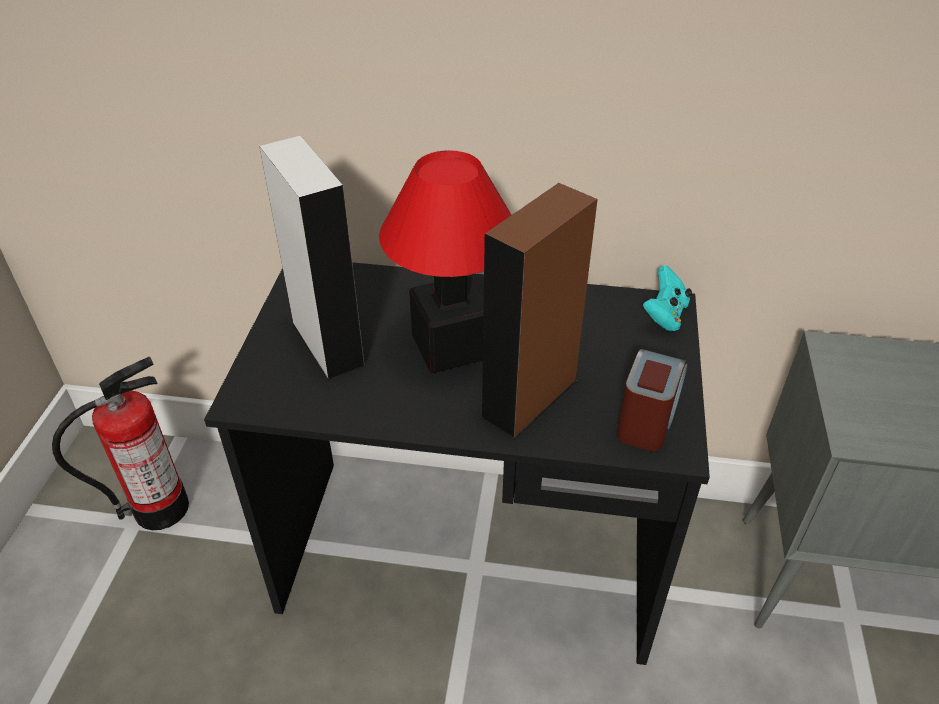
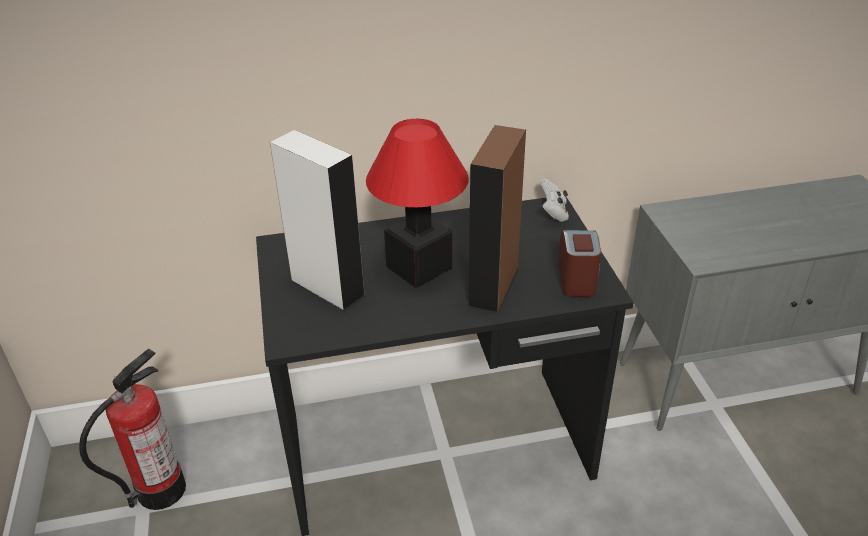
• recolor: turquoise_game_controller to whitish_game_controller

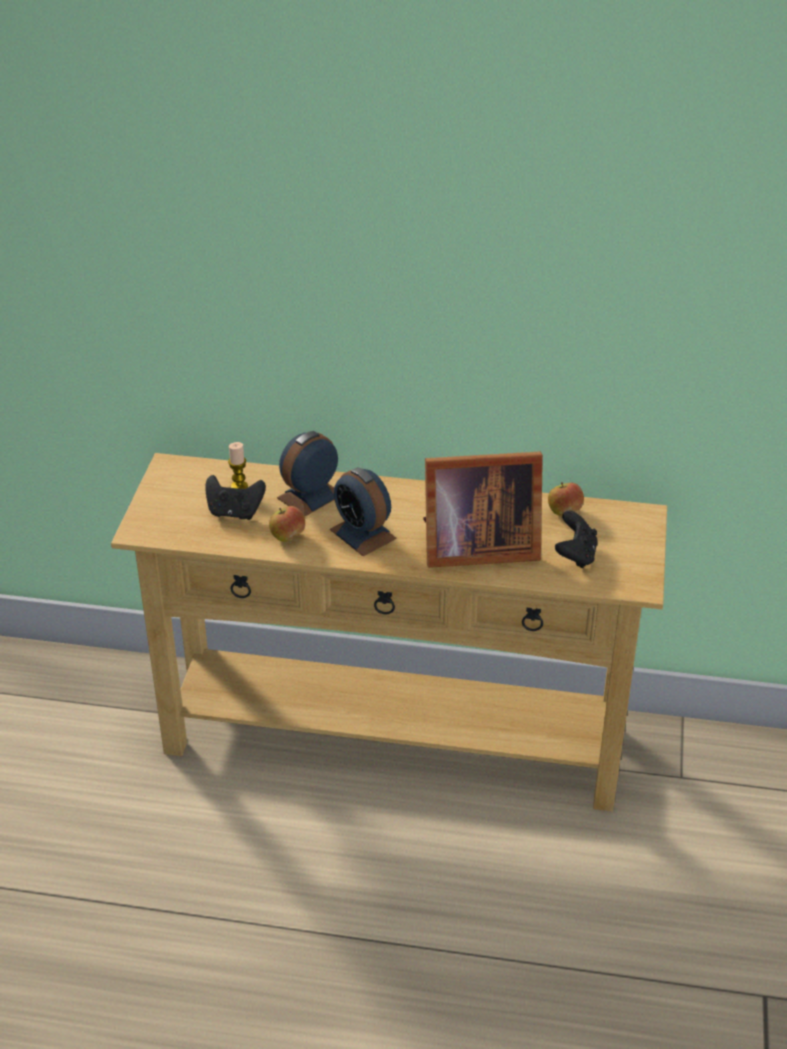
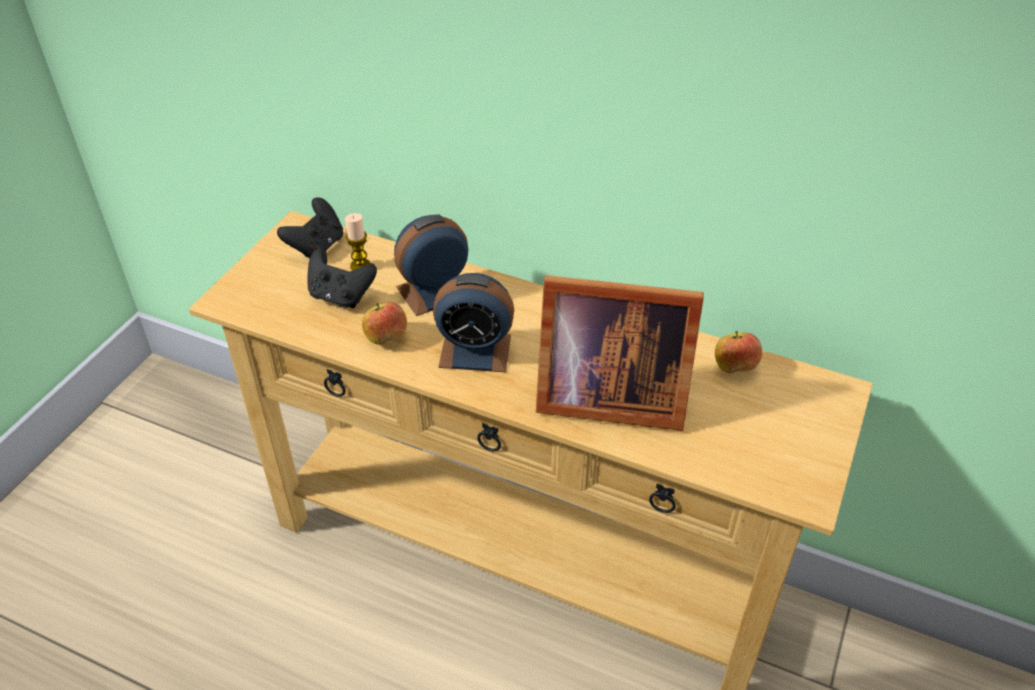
• rotate: alarm_clock (2nd from left) 60 degrees counterclockwise
• move: black-coloured_game_controller (2nd from left in the first image) to black-coloured_game_controller (1st from left)

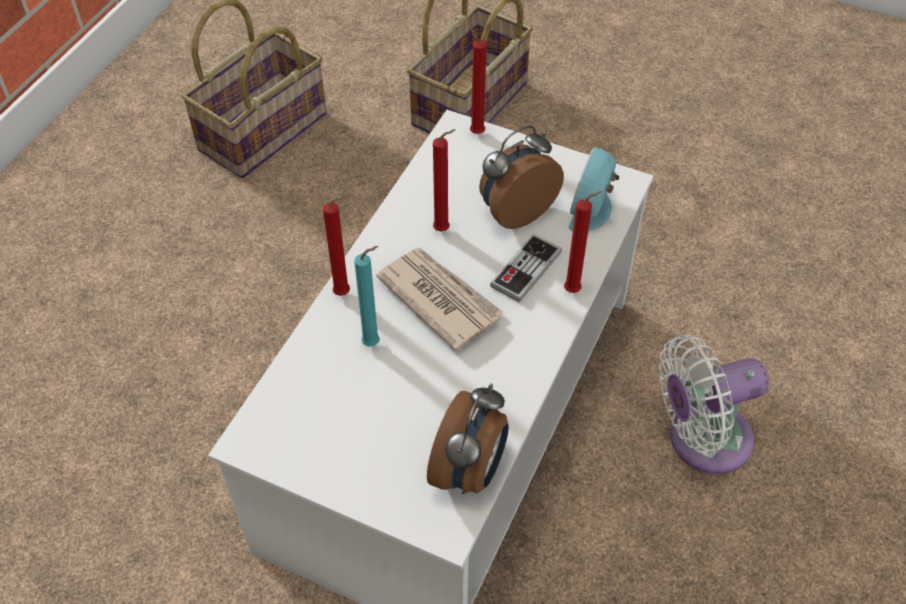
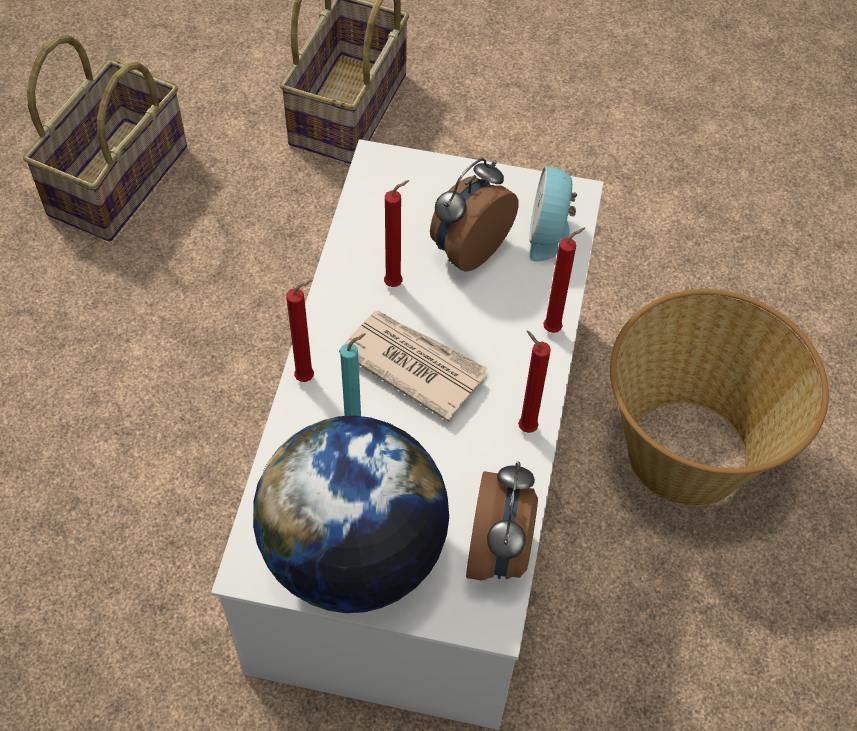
• move: red-coloured_wax_light (3rd from left)
• delete: game_controller
• replace: whitish_electric_fan to storage_basket (3rd from left)
• insert: world_globe

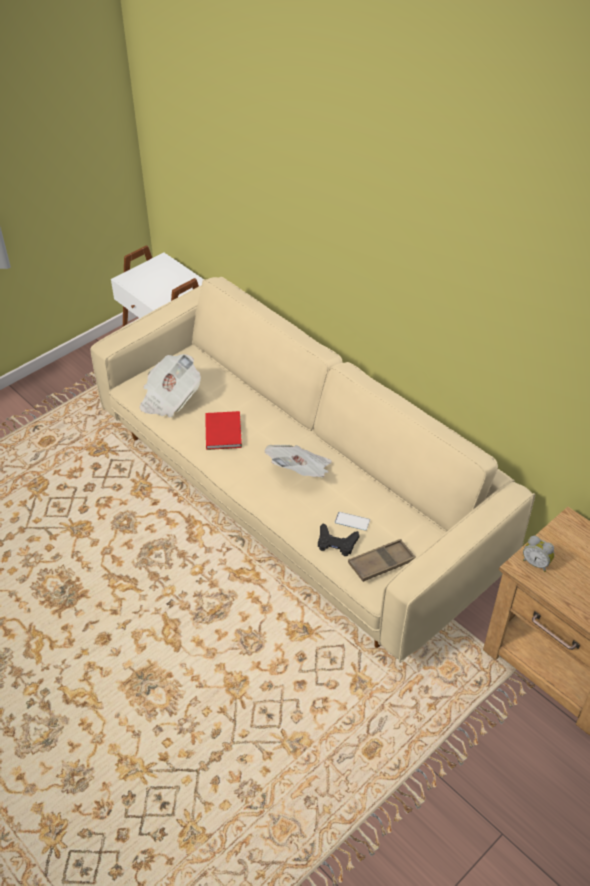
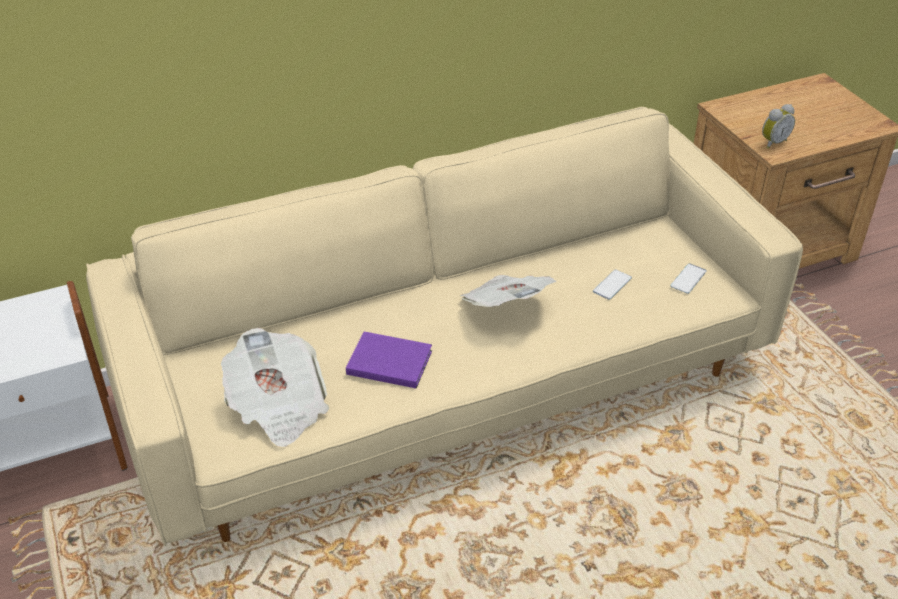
• recolor: red-coloured_bound_book to purple-coloured_bound_book
• delete: black-coloured_game_controller
• replace: brown_tray to telephone (2nd from left)

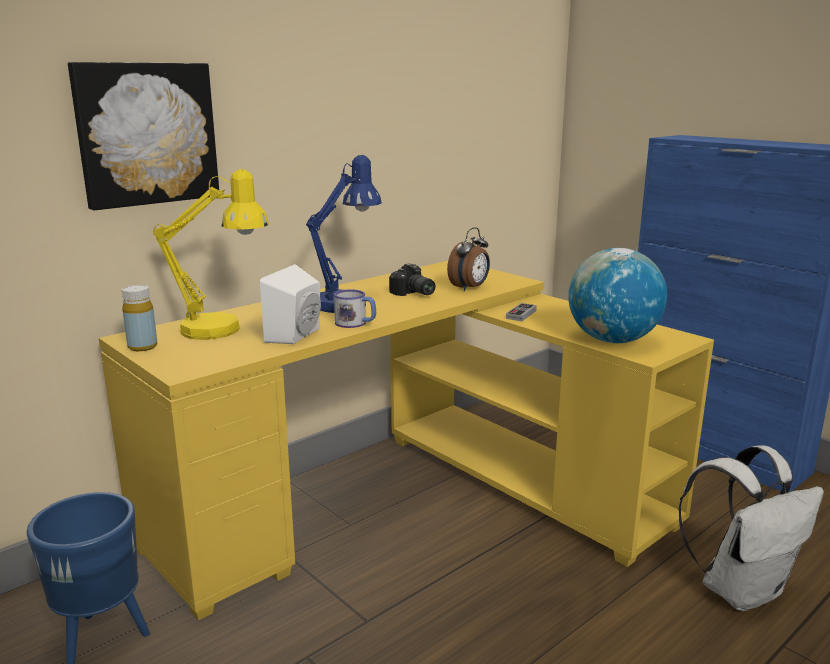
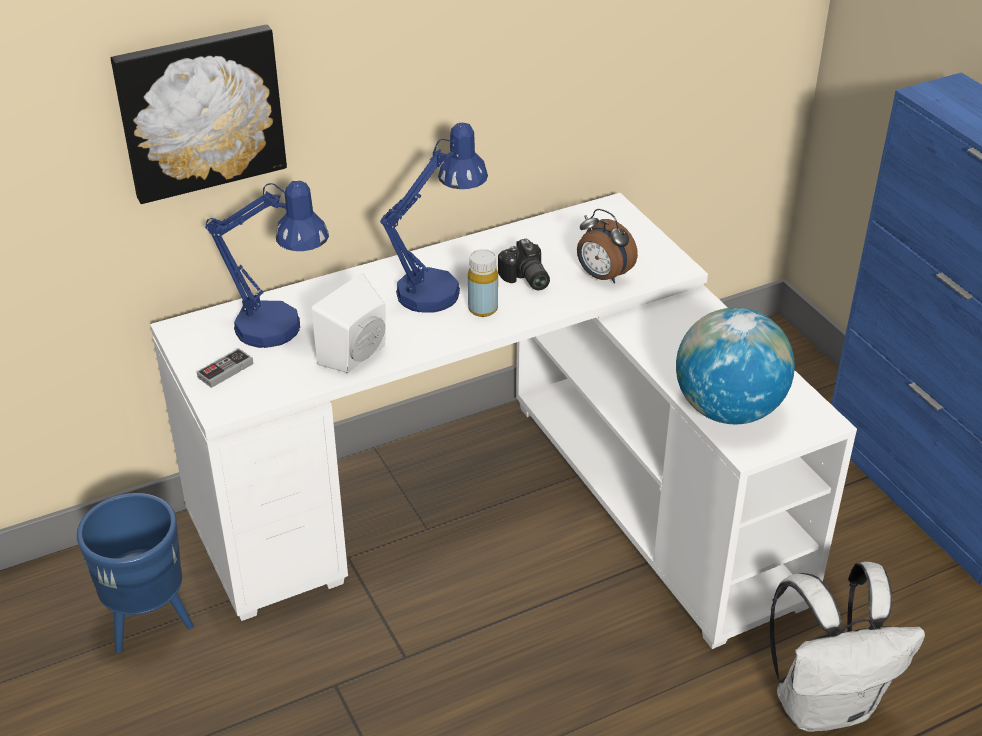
• recolor: yellowish_desk_table to whitish_desk_table
• move: yellowish_beverage_bottle
• recolor: yellowish_table_lamp to bluish_table_lamp (1st from left)
• delete: tea_mug
• rotate: alarm_clock 75 degrees clockwise
• move: game_controller

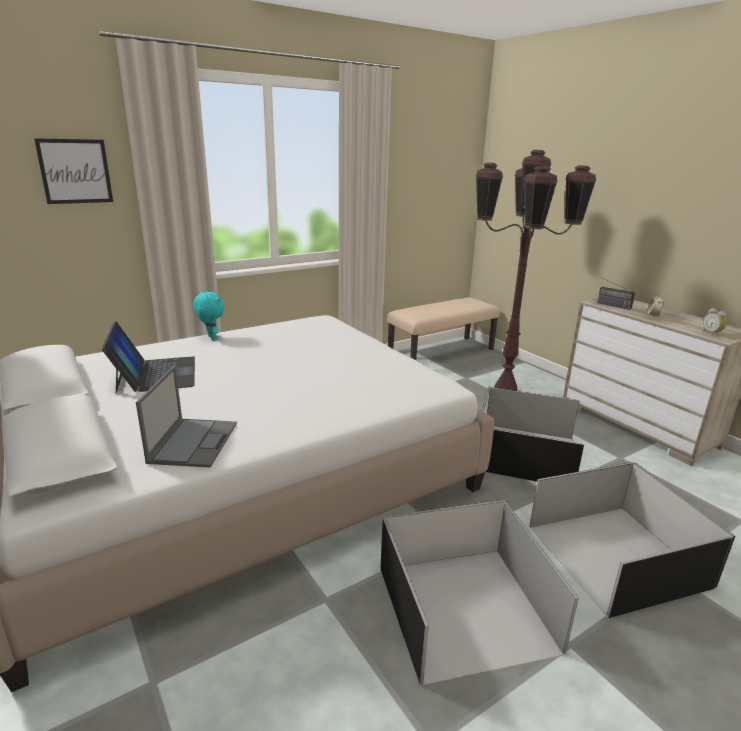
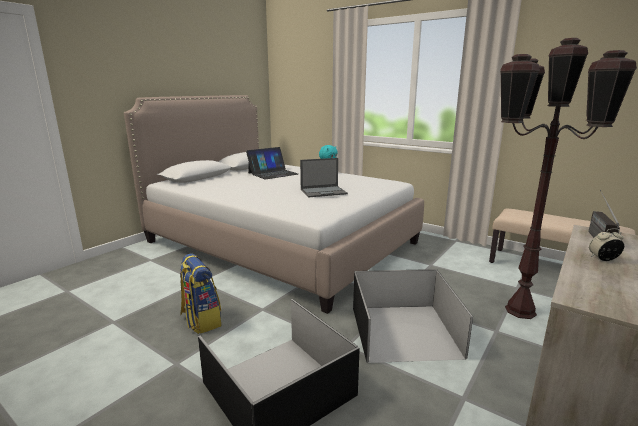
• delete: wall_picture
• move: portable_computer (2nd from left)
• replace: black-coloured_storage_bin (1st from left) to knapsack
• delete: alarm_clock (2nd from left)

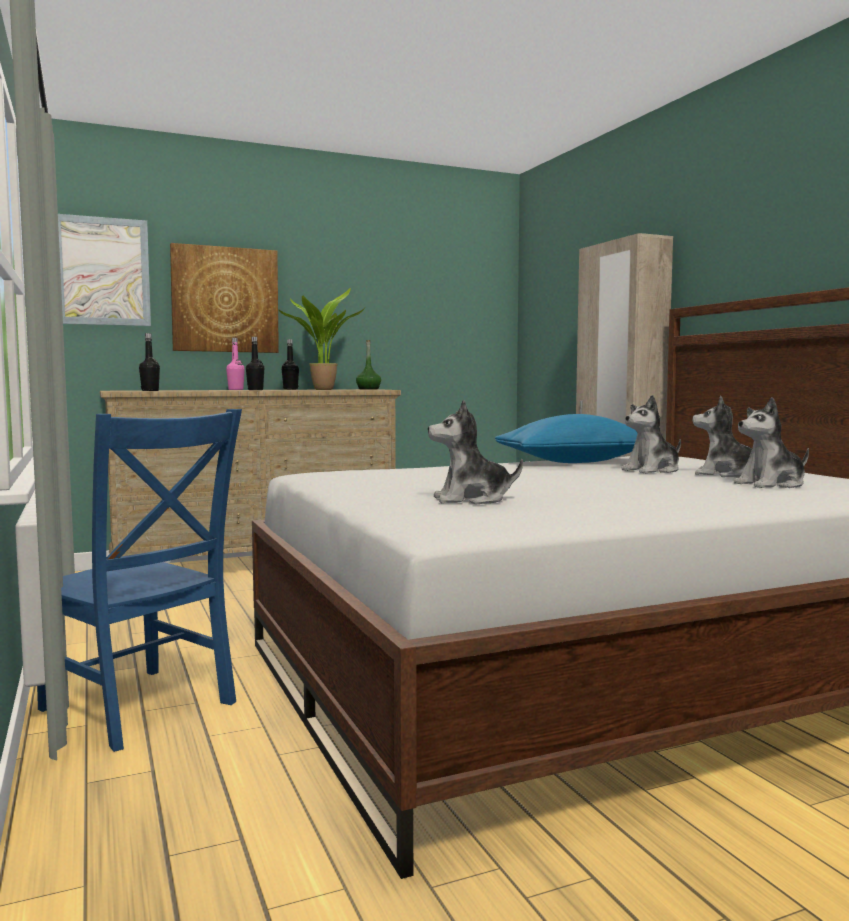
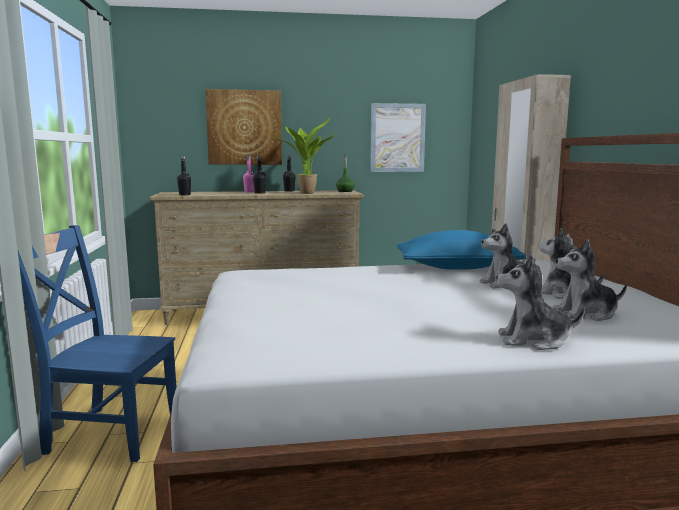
• rotate: bluish_chair 135 degrees clockwise
• move: wall_picture (1st from left in the first image) to wall_picture (2nd from left)
• move: soft_toy (1st from left in the first image) to soft_toy (2nd from left)

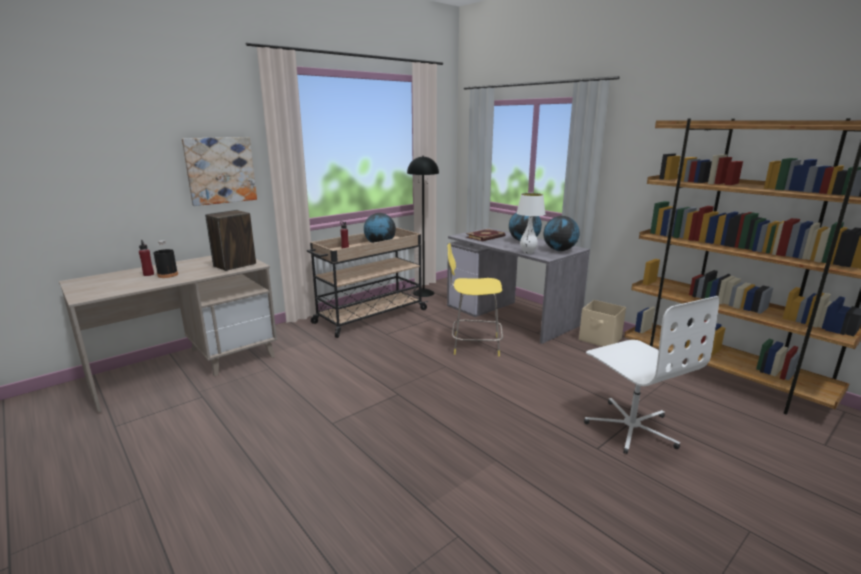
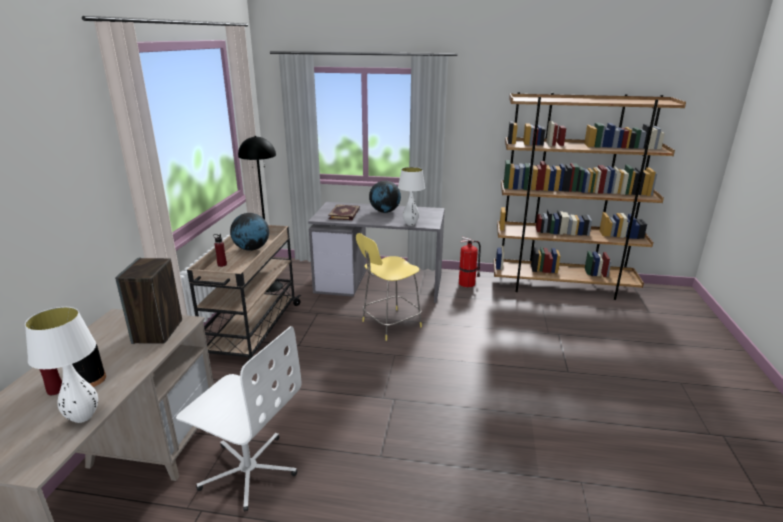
• delete: wall_picture
• delete: world_globe (3rd from left)
• replace: beige-coloured_storage_bin to extinguisher
• move: whitish_office_chair
• insert: whitish_table_lamp (1st from left)

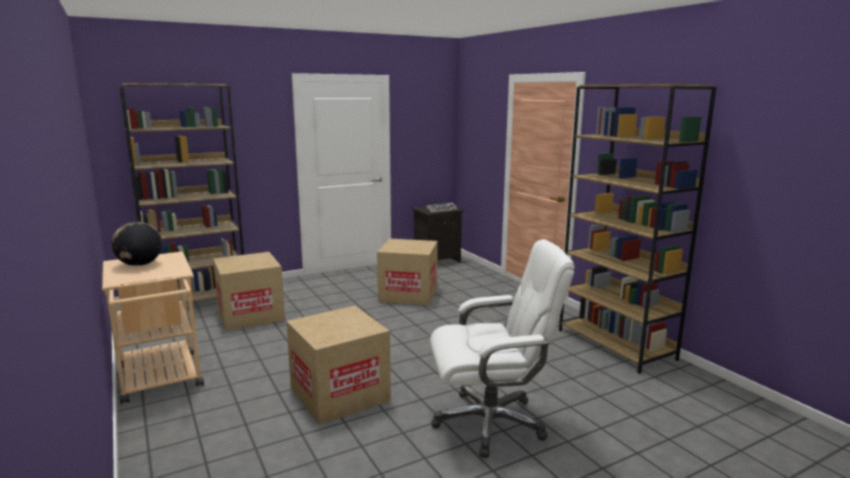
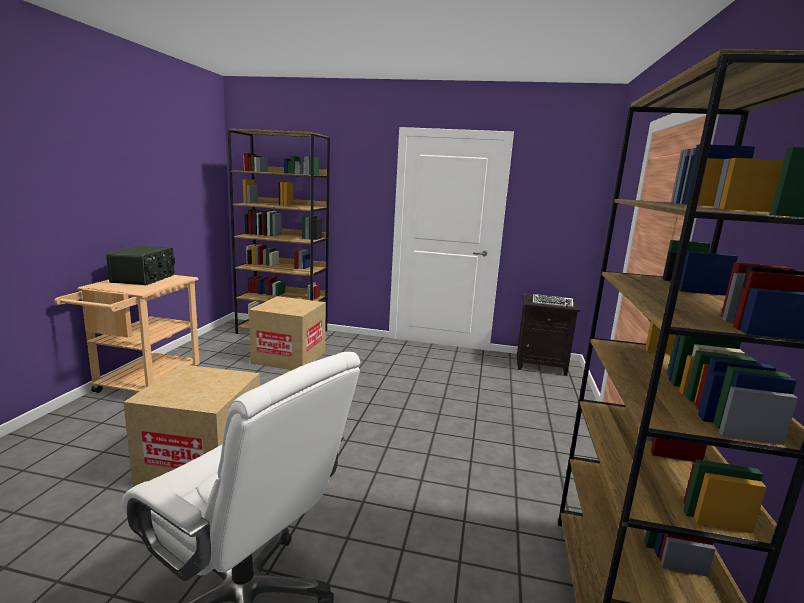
• replace: world_globe to radio
• delete: packing_box (3rd from left)

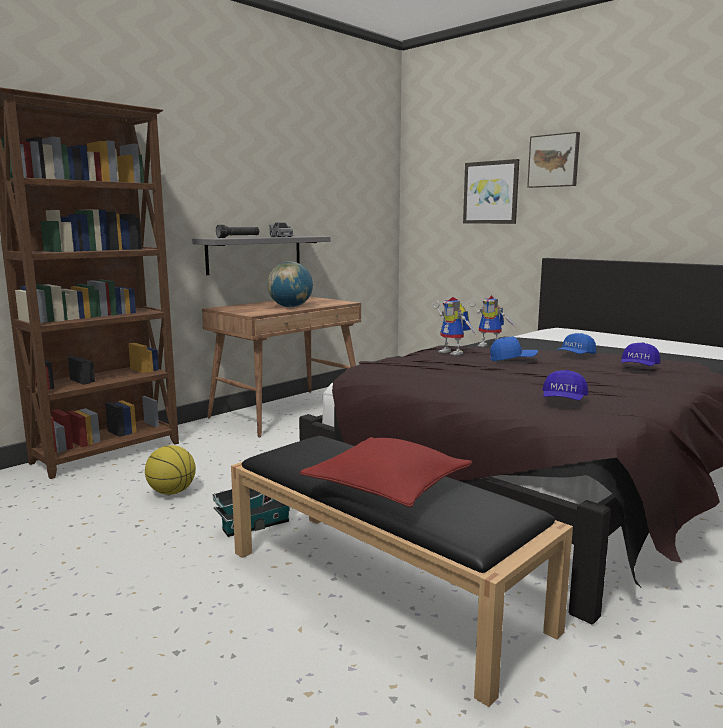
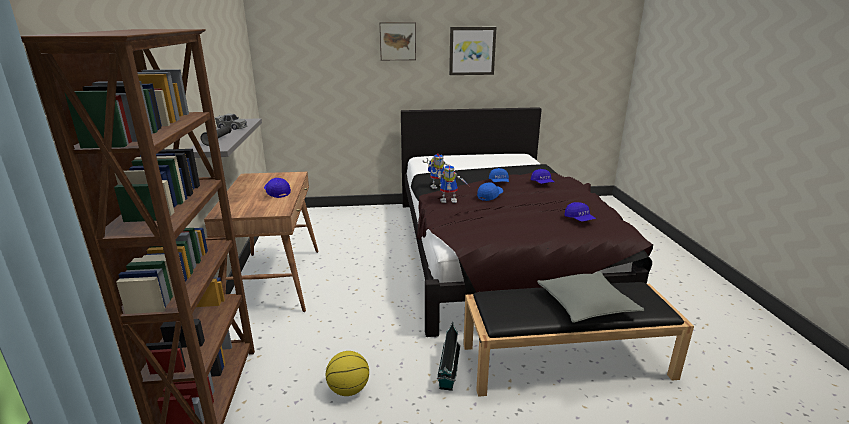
• replace: world_globe to bluish_baseball_cap (1st from left)
• recolor: red-coloured_throw_pillow to grey_throw_pillow
• move: wall_picture (1st from left in the first image) to wall_picture (2nd from left)

